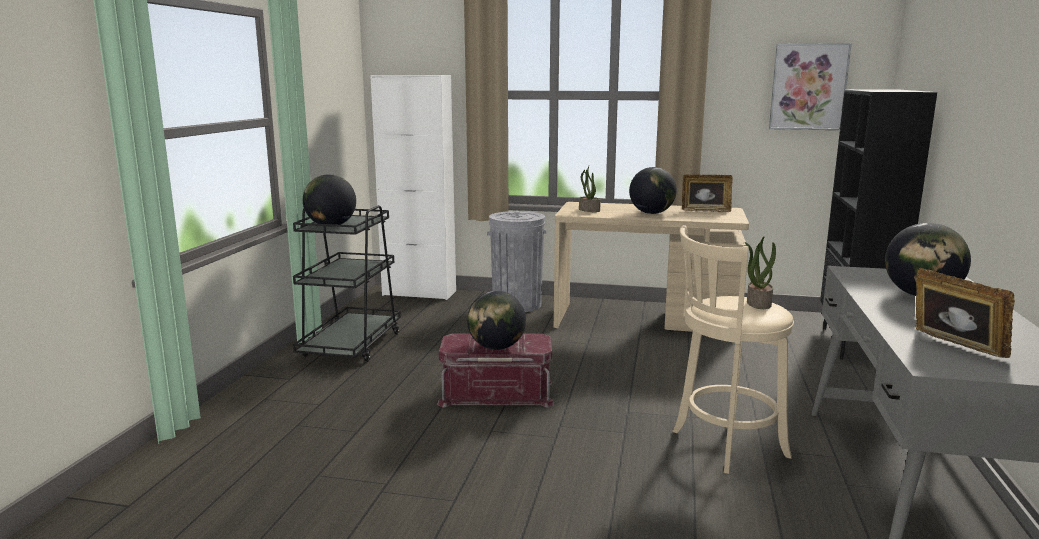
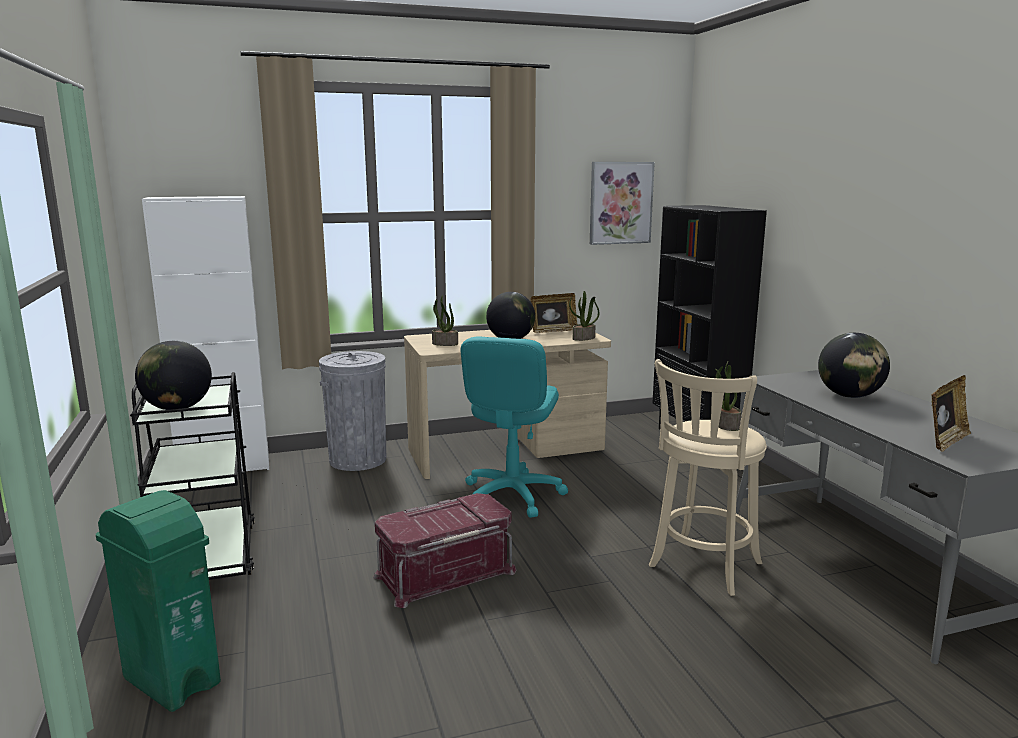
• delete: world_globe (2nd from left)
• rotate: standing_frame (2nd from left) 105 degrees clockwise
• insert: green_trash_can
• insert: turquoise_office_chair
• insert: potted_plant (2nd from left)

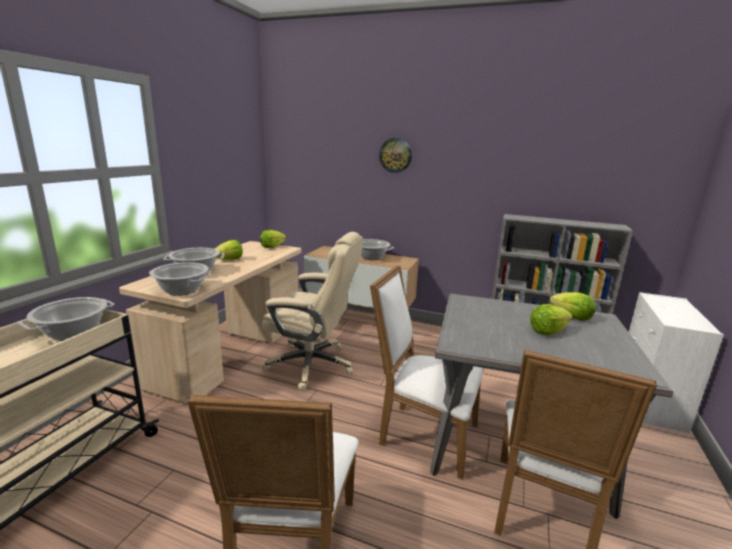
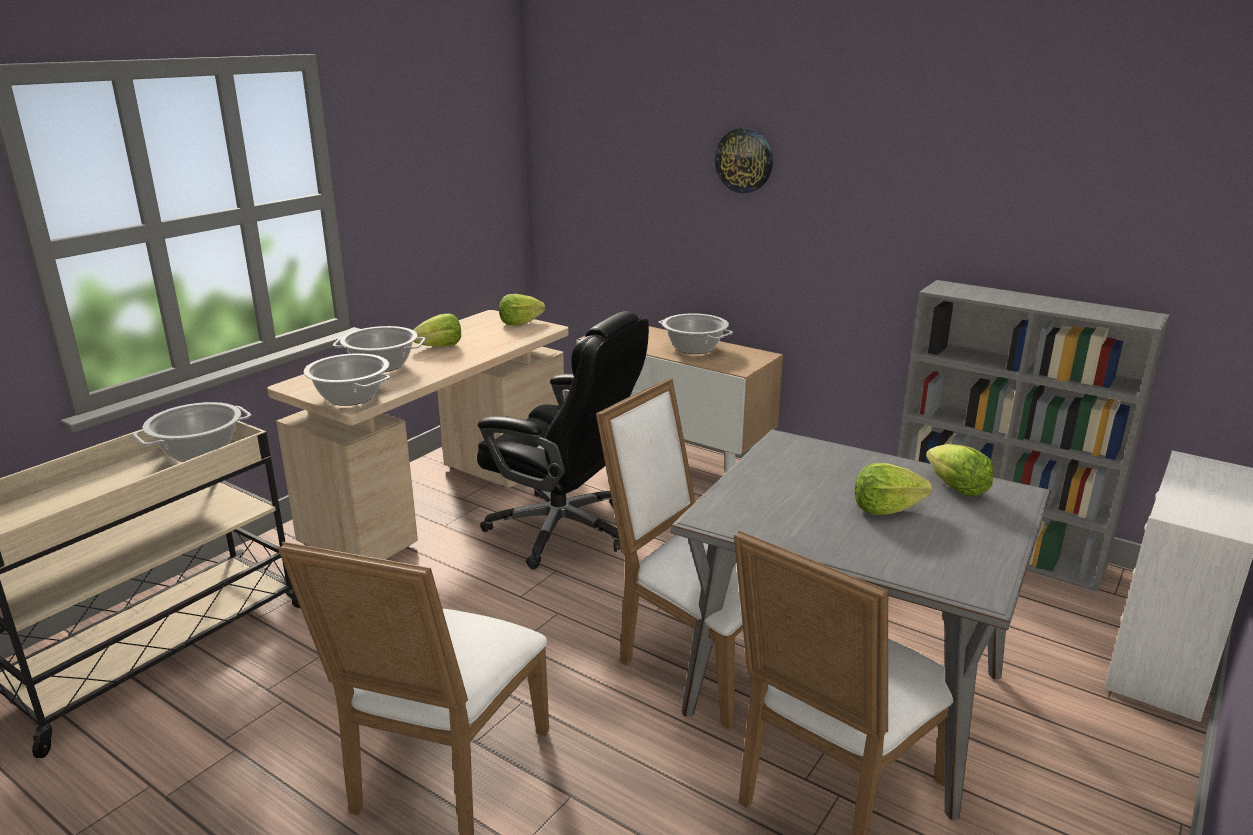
• recolor: beige-coloured_office_chair to black-coloured_office_chair

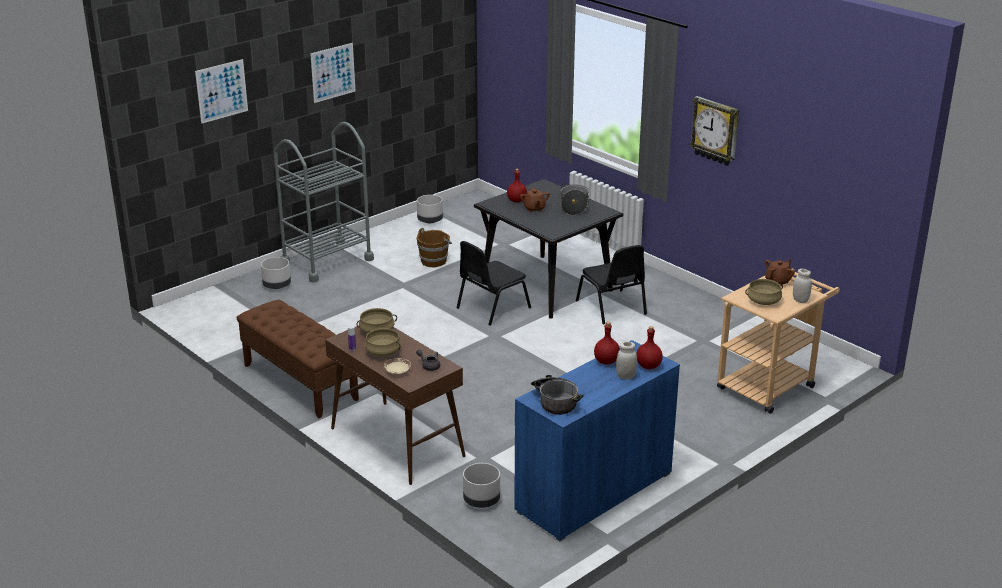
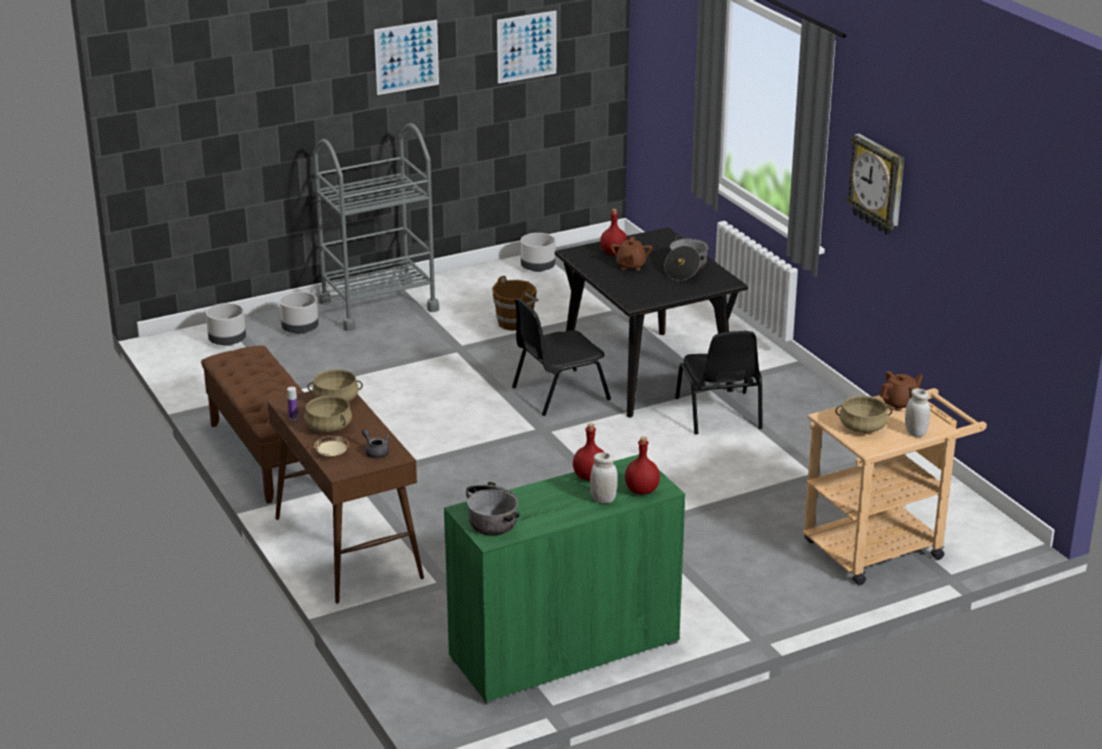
• move: wall_picture (1st from left in the first image) to wall_picture (2nd from left)
• move: grey_planter (3rd from left in the first image) to grey_planter (1st from left)
• recolor: bluish_storage_cabinet to green_storage_cabinet

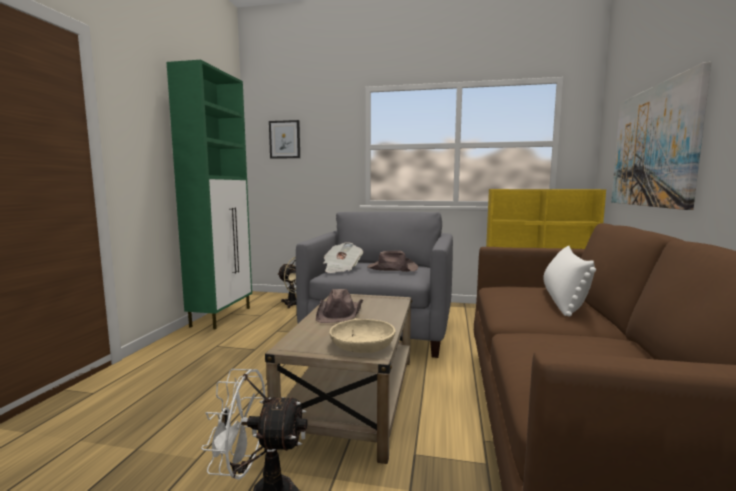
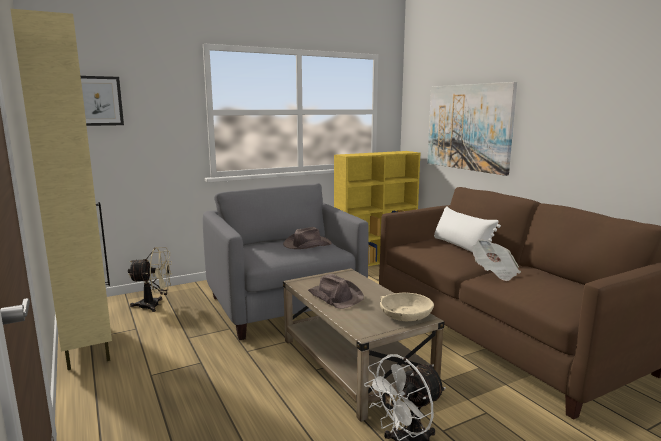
• recolor: green_storage_cabinet to beige-coloured_storage_cabinet
• move: daily_paper

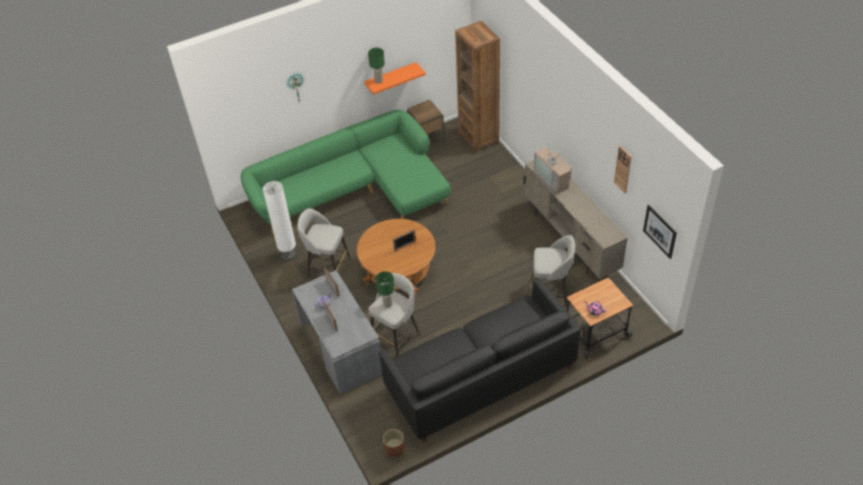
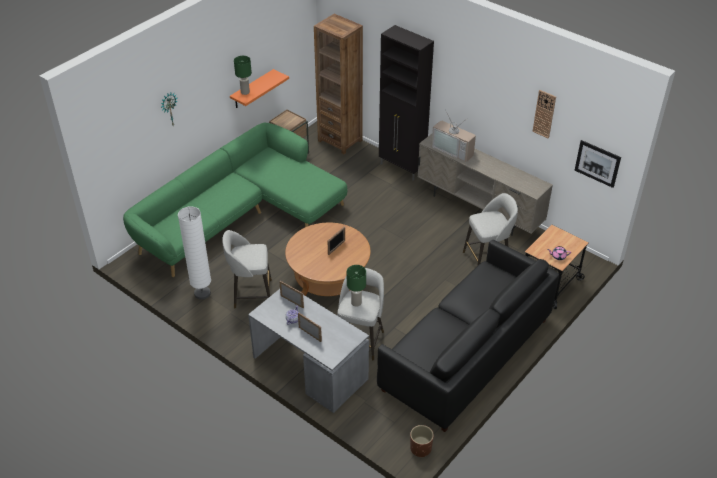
• insert: black-coloured_storage_cabinet

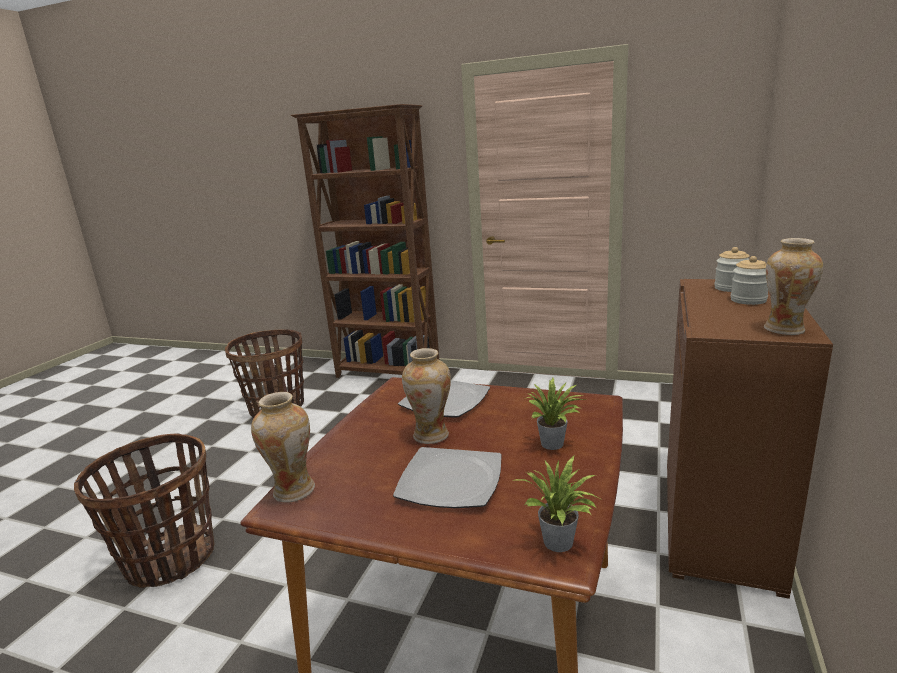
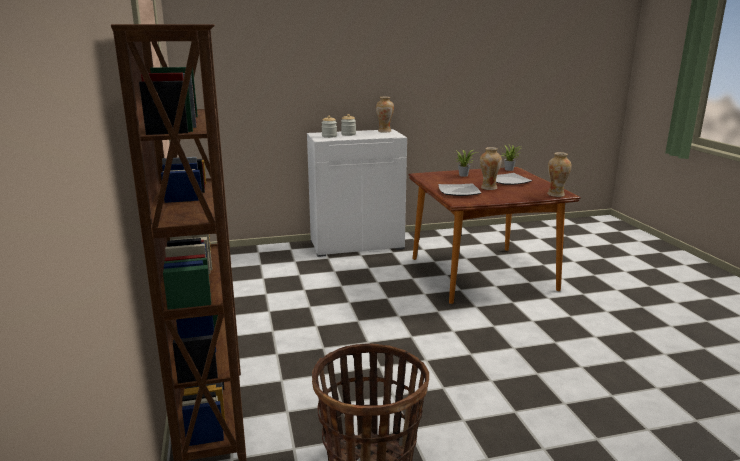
• delete: storage_basket (1st from left)
• recolor: brown_storage_cabinet to whitish_storage_cabinet

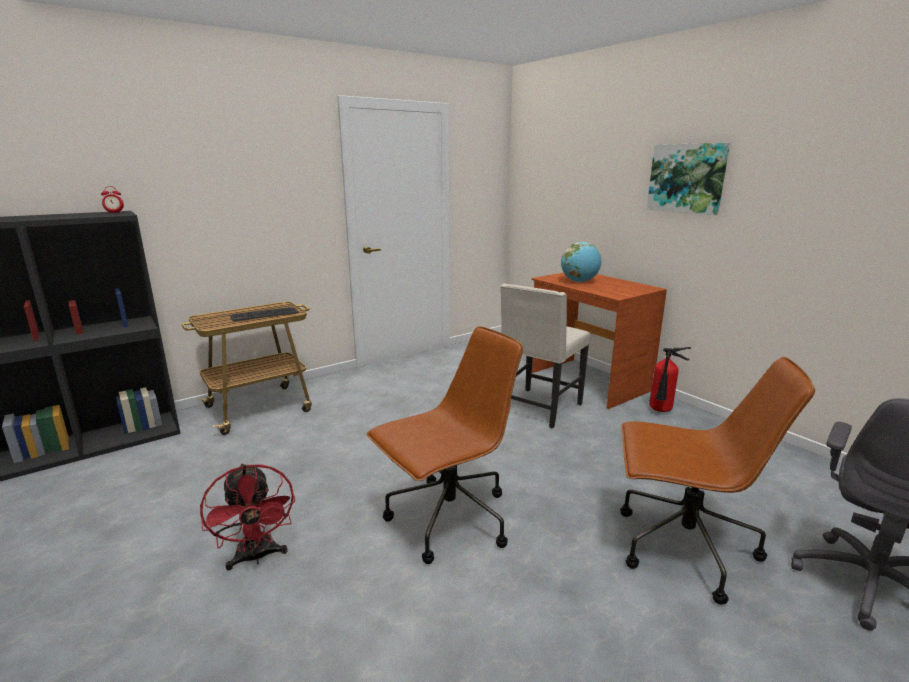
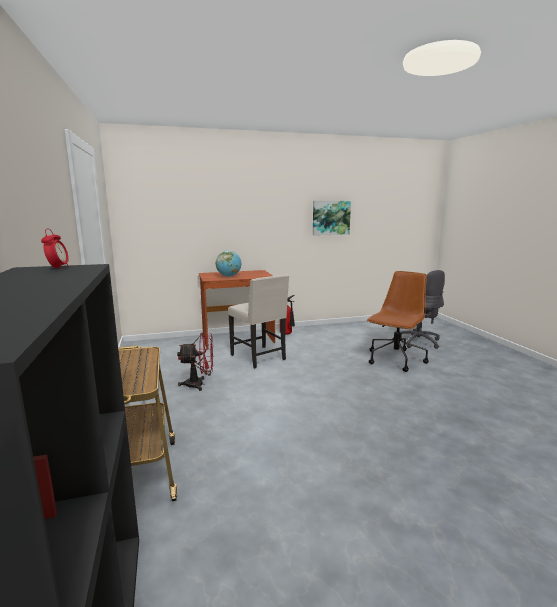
• move: red-coloured_electric_fan
• delete: computer_keyboard
• delete: brown_office_chair (1st from left)
• move: wall_picture

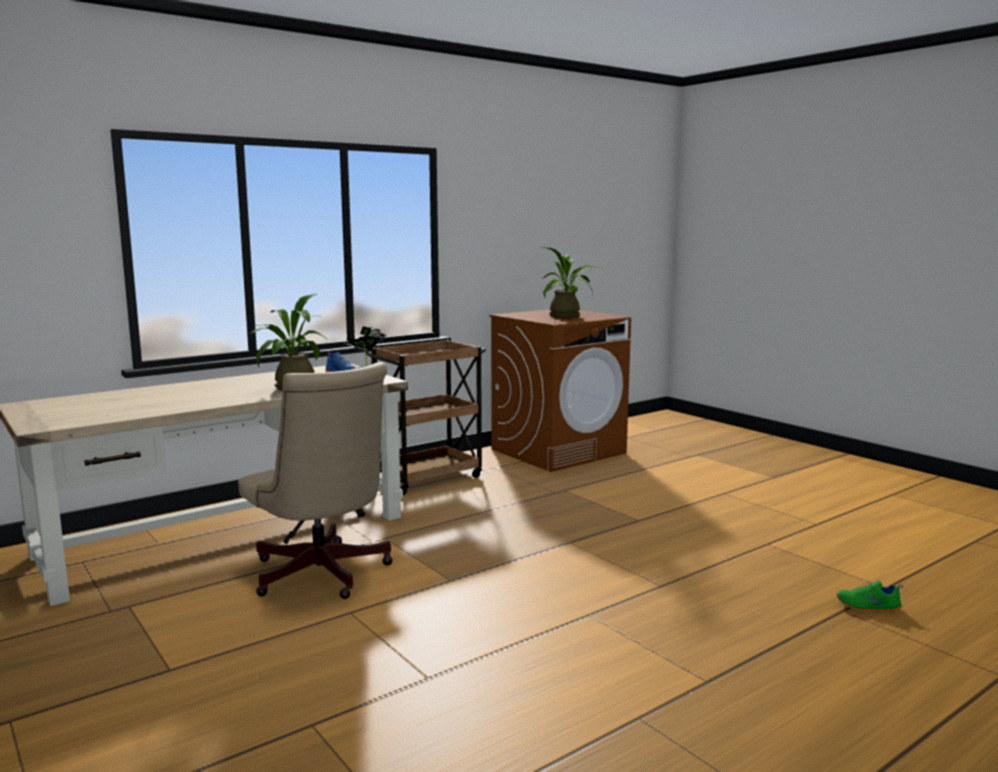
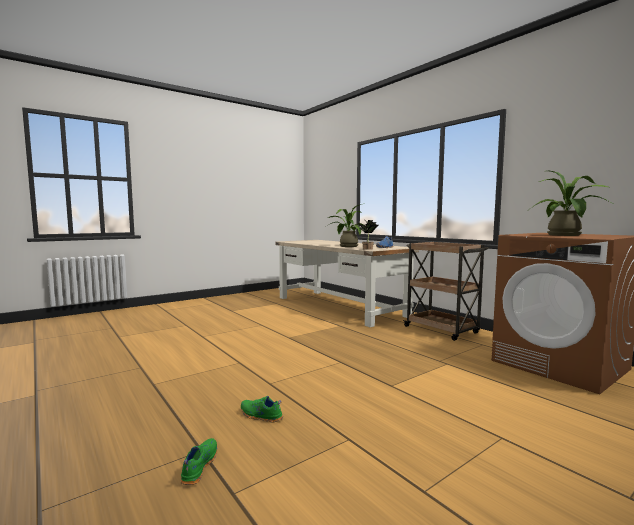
• delete: beige-coloured_office_chair
• insert: green_low_shoe (2nd from left)

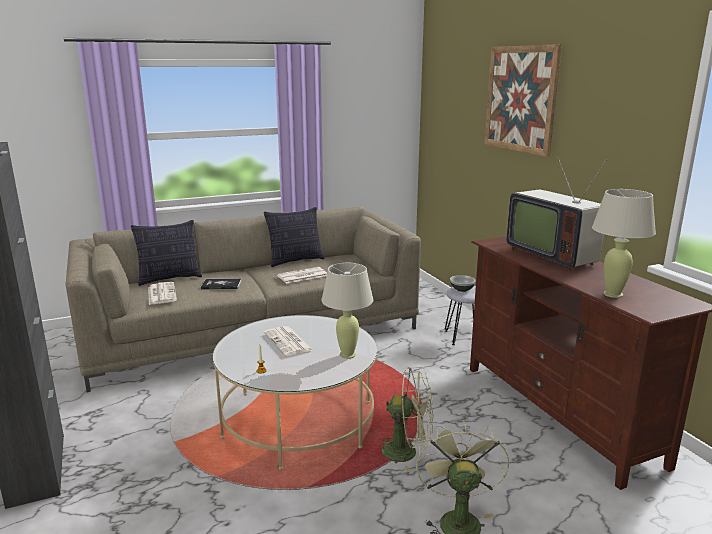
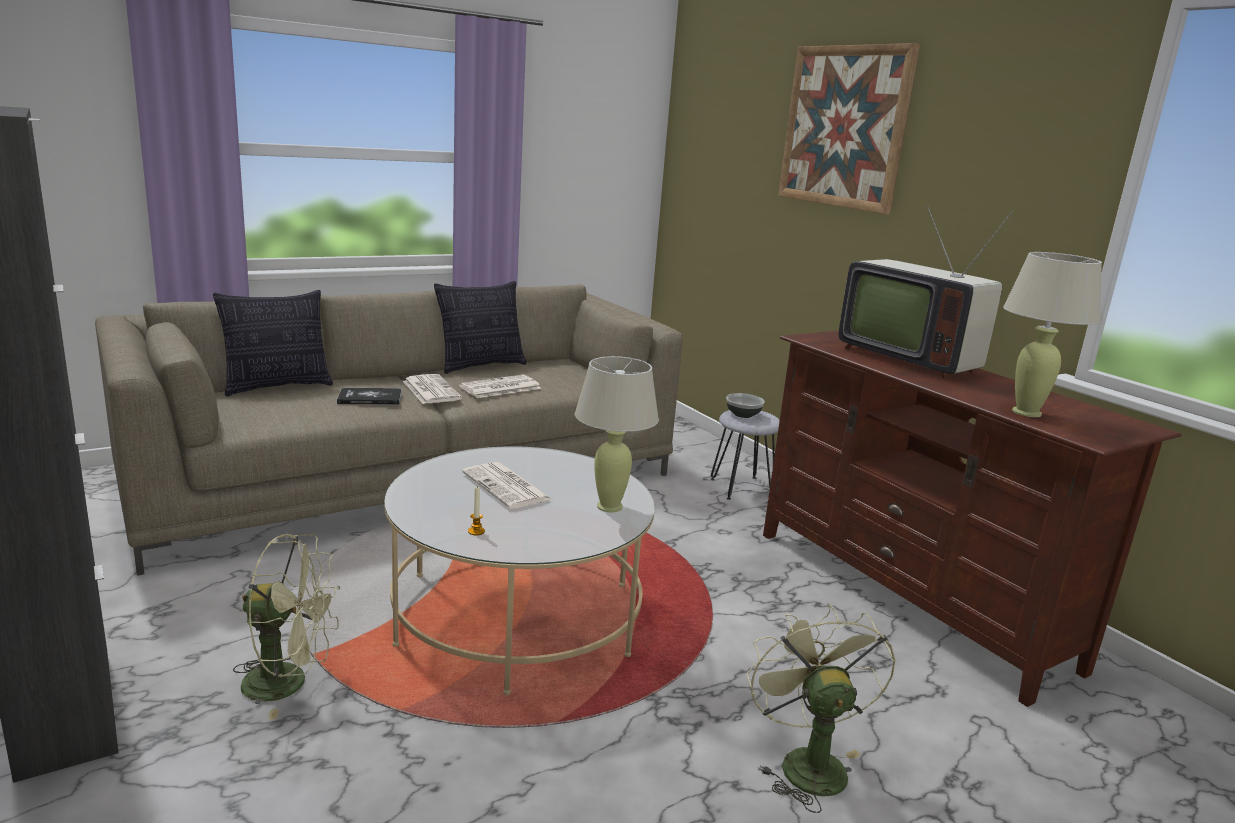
• move: daily_paper (1st from left)
• move: green_electric_fan (1st from left)

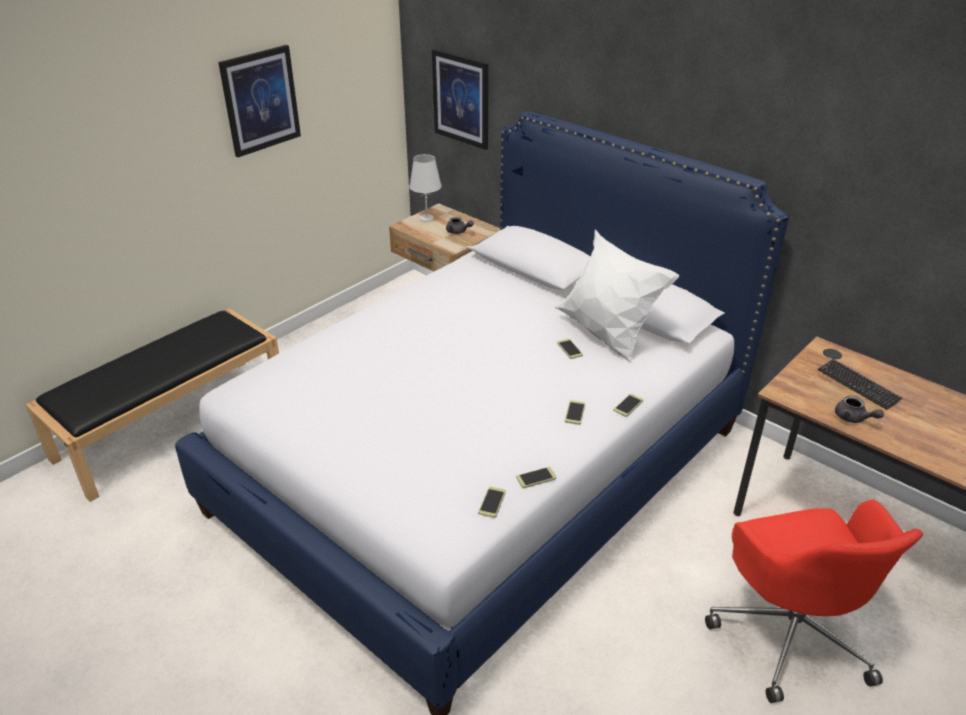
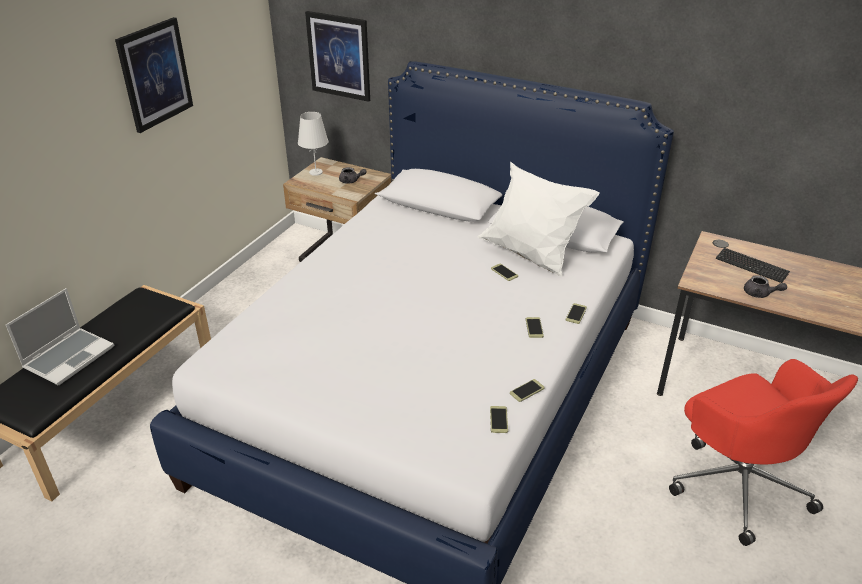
• insert: portable_computer

